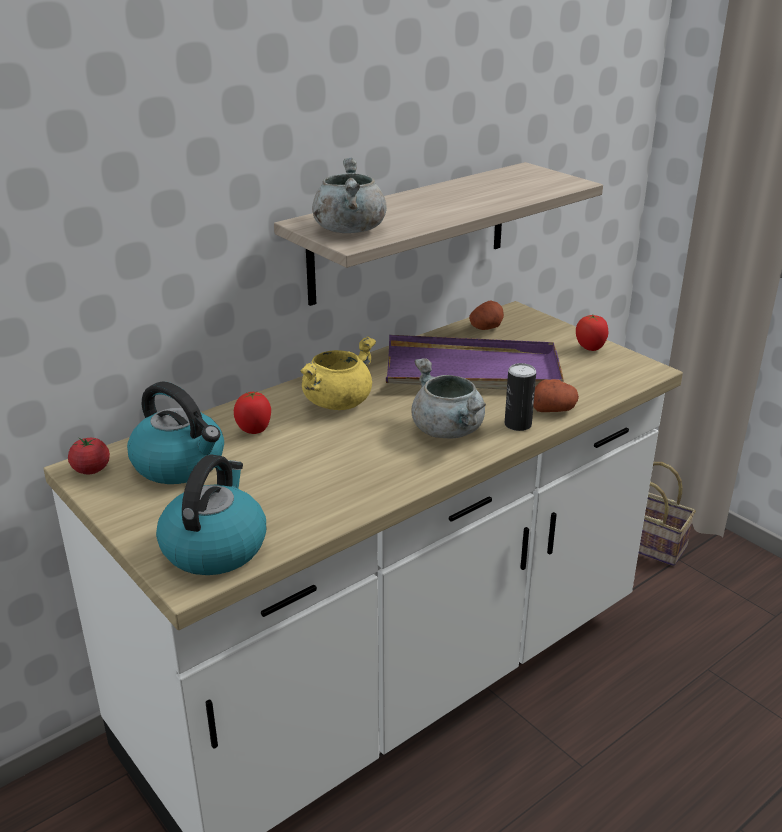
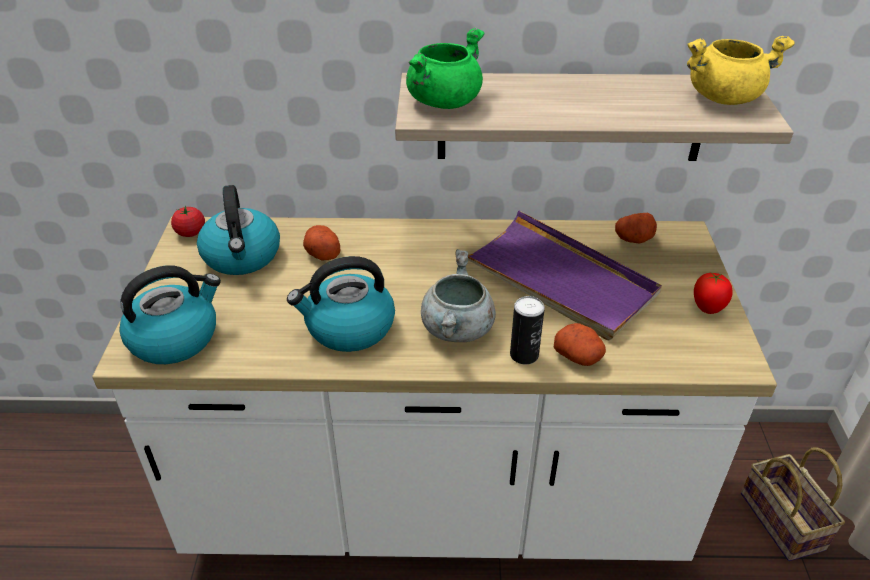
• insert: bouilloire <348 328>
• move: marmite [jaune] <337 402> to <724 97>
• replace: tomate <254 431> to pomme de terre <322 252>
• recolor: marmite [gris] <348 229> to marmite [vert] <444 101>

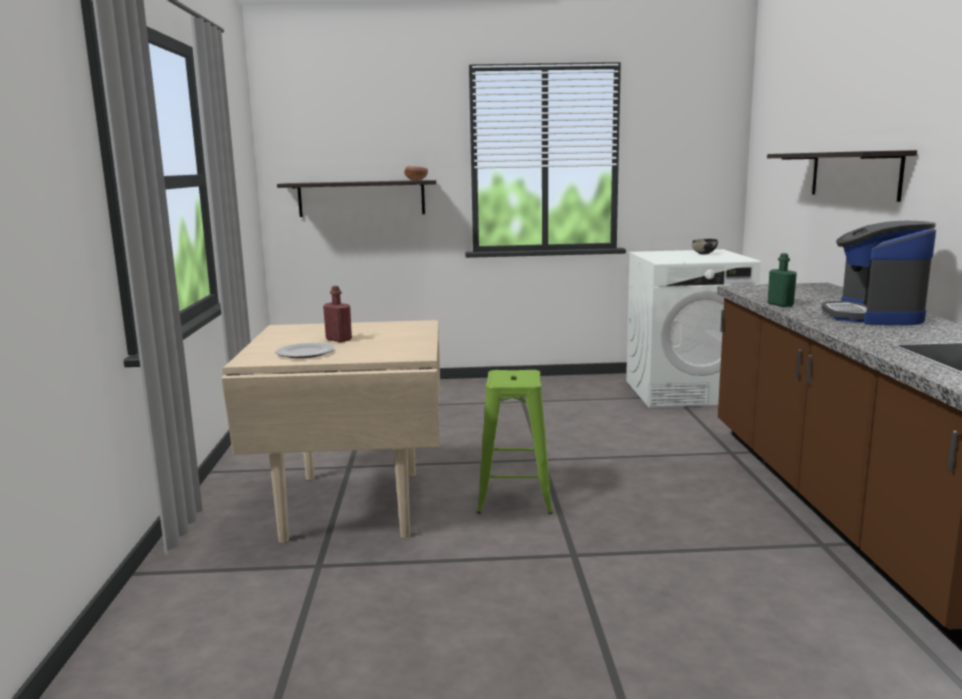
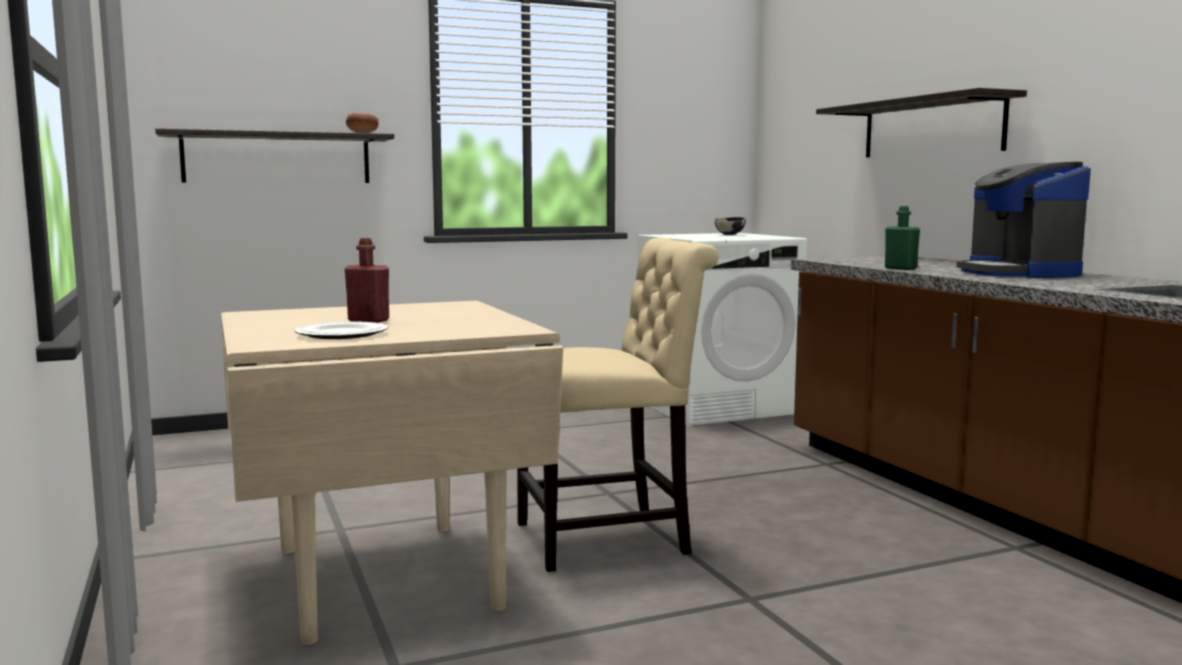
• replace: tabouret [vert] <515 496> to chaise [beige] <611 539>

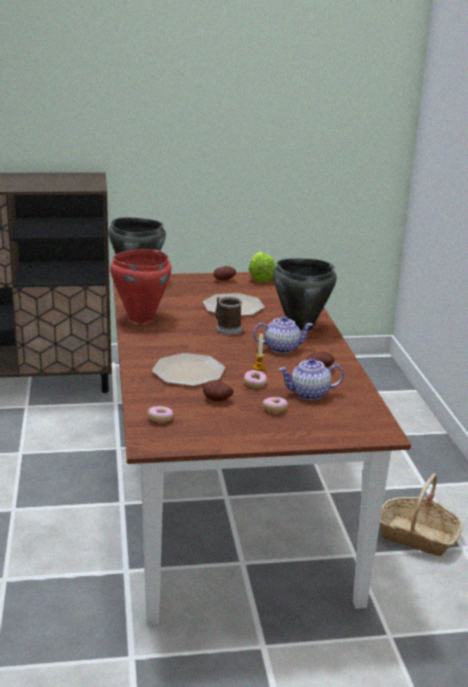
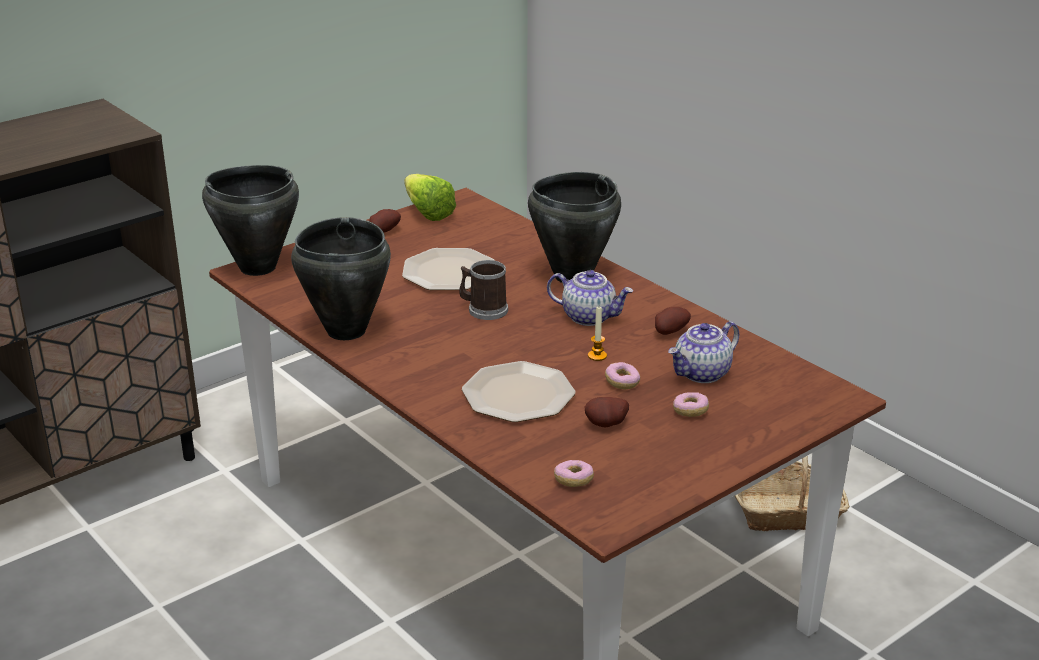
• recolor: marmite [rouge] <140 318> to marmite [noir] <345 331>
• rotate: théière <282 348> = <589 317> 60 degrees clockwise

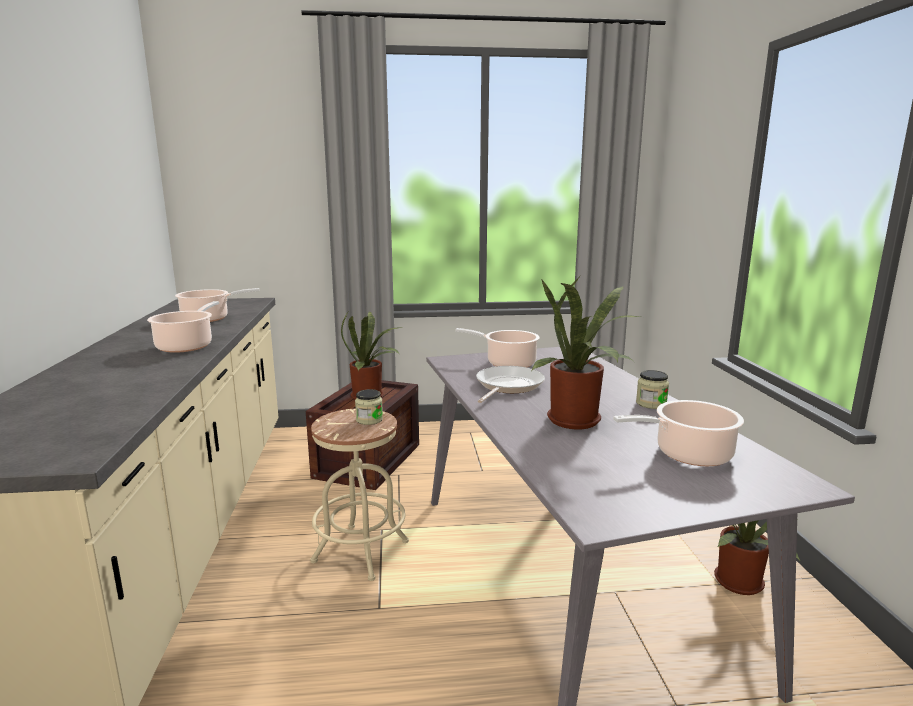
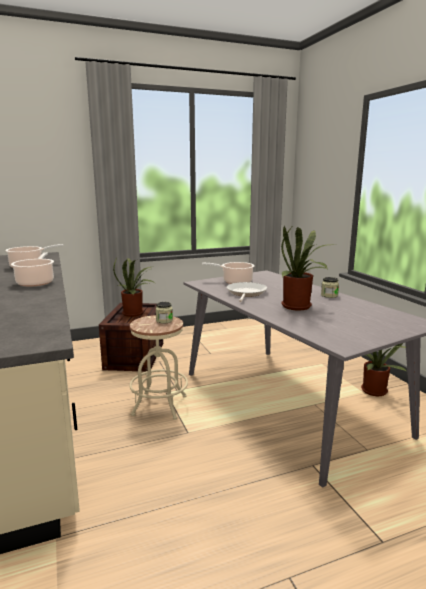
• delete: marmite <688 454>

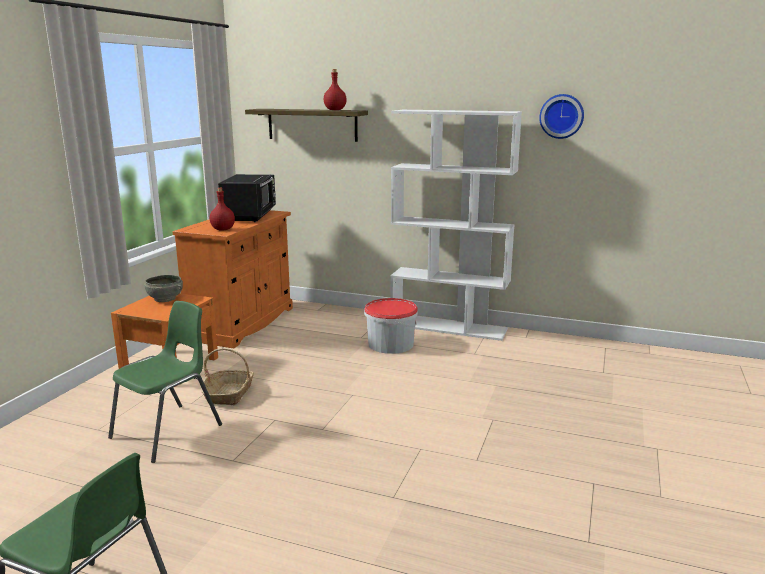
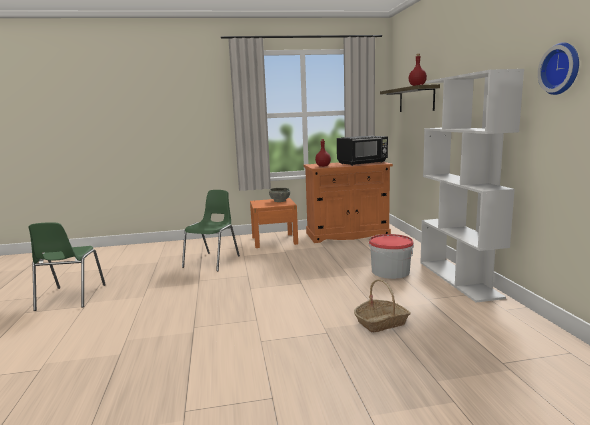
• move: panier <229 394> to <381 322>
• rotate: chaise [vert] <169 431> = <213 261> 75 degrees counterclockwise

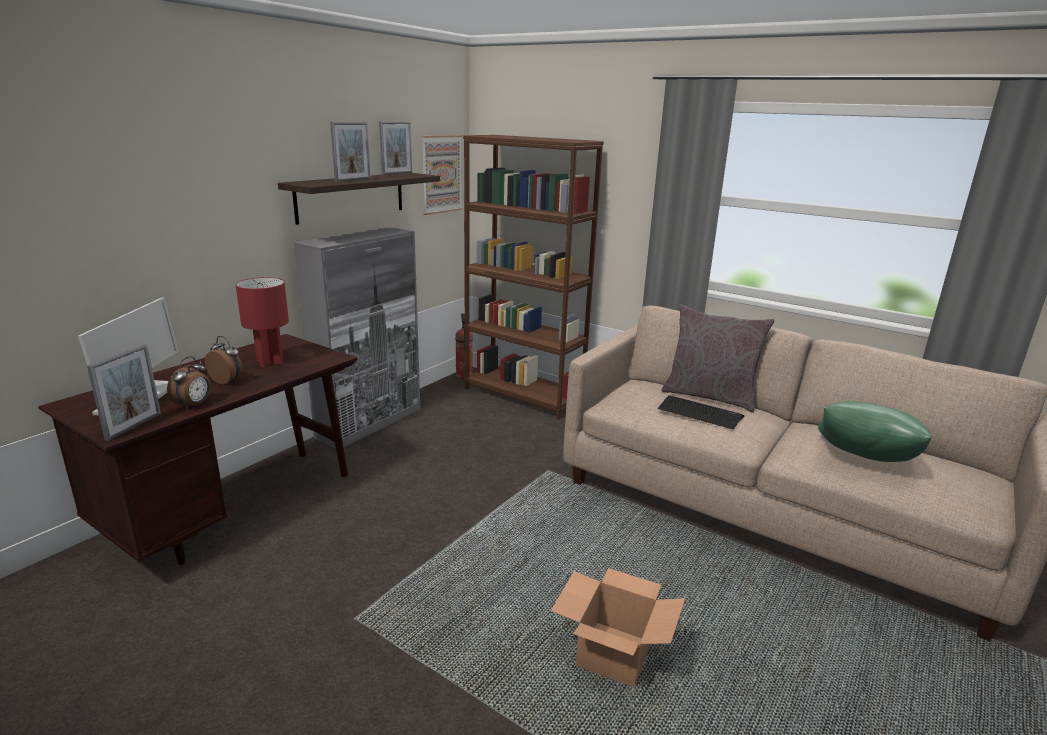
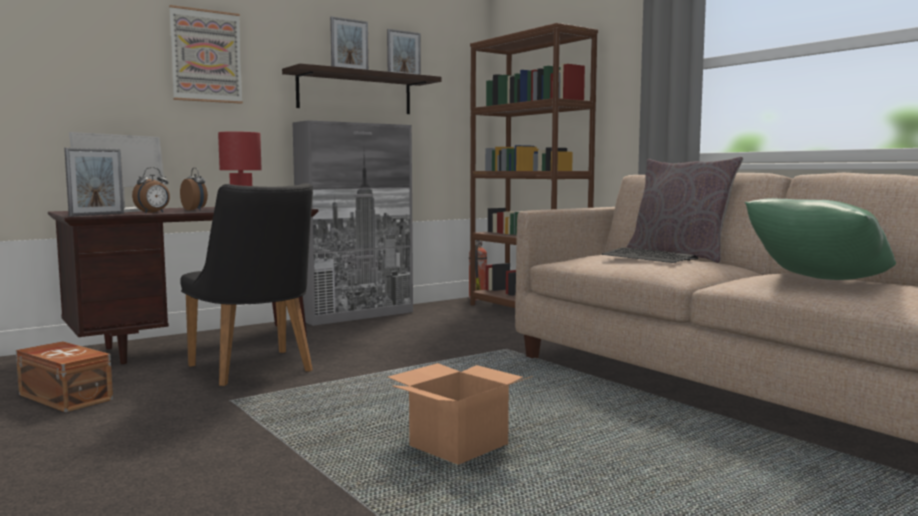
• insert: boîte de rangement [marron] <66 396>
• insert: chaise [noir] <256 370>
• move: tableau <441 174> to <206 56>

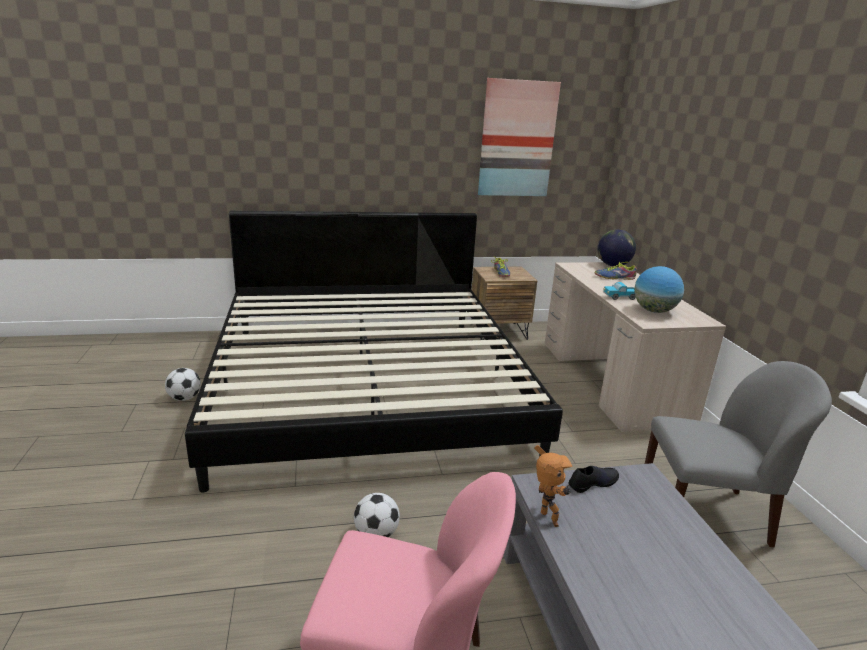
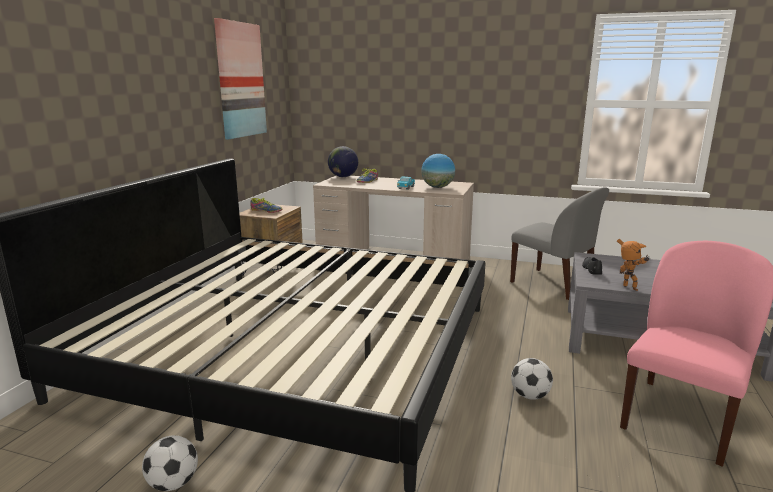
• rotate: robot jouet <546 520> = <628 288> 60 degrees clockwise
• rotate: chaise [gris] <706 514> = <553 285> 105 degrees clockwise

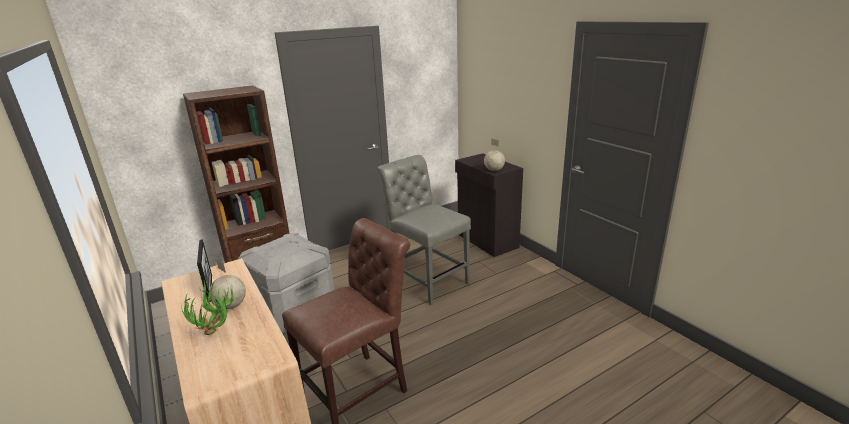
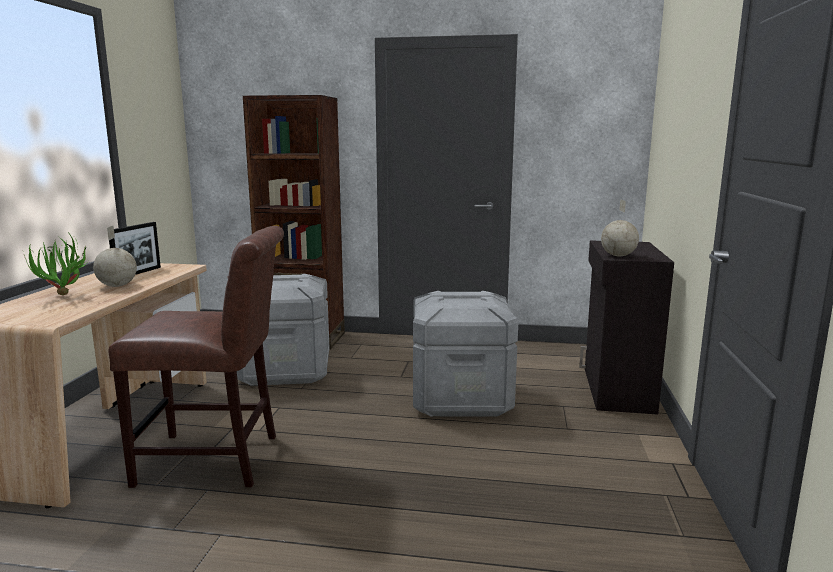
• replace: chaise [gris] <427 279> to boîte de rangement [gris] <461 398>

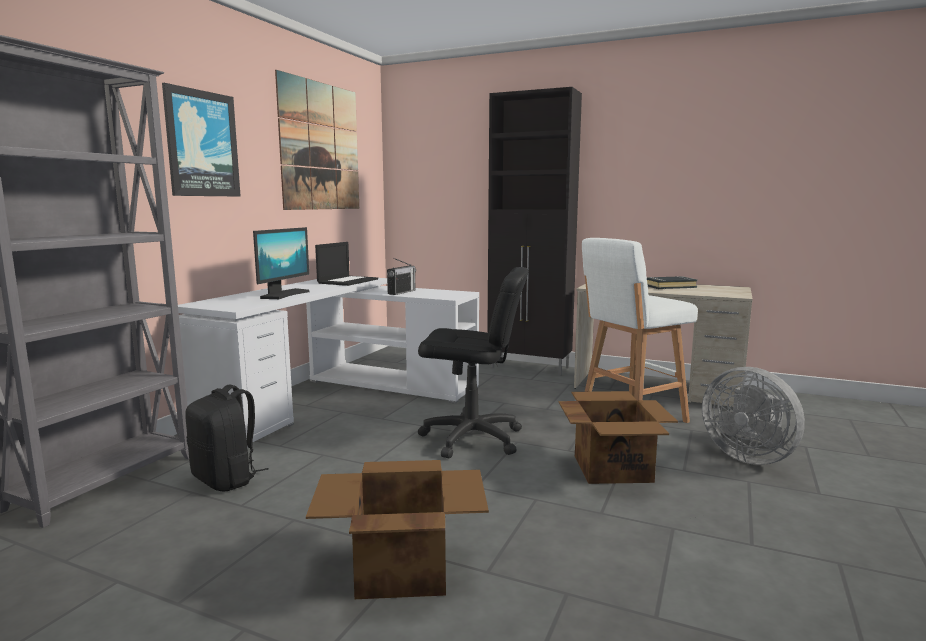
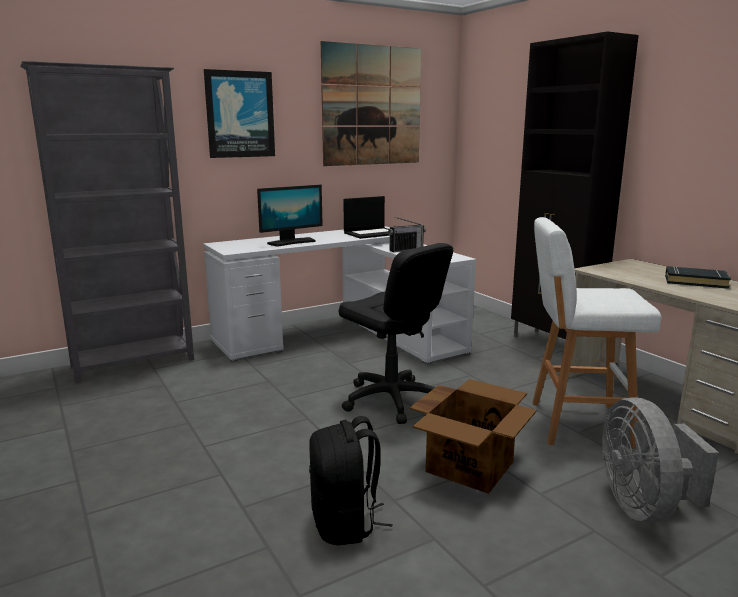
• delete: carton <400 568>
• move: sac à dos [noir] <227 479> to <345 524>

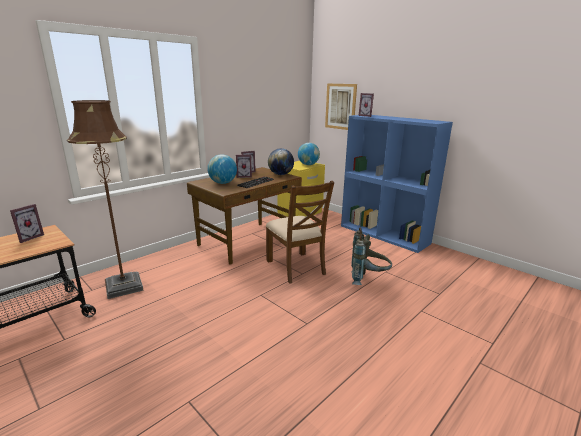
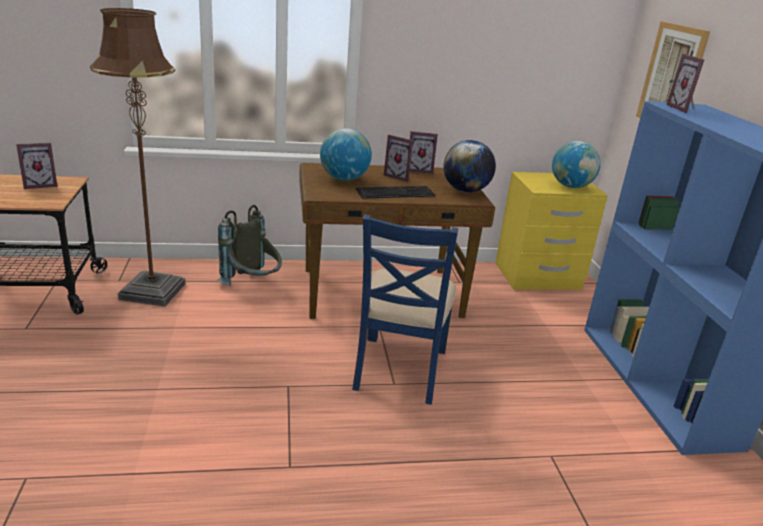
• move: sac à dos [gris] <368 279> to <253 286>
• recolor: chaise [marron] <296 267> to chaise [bleu] <399 369>

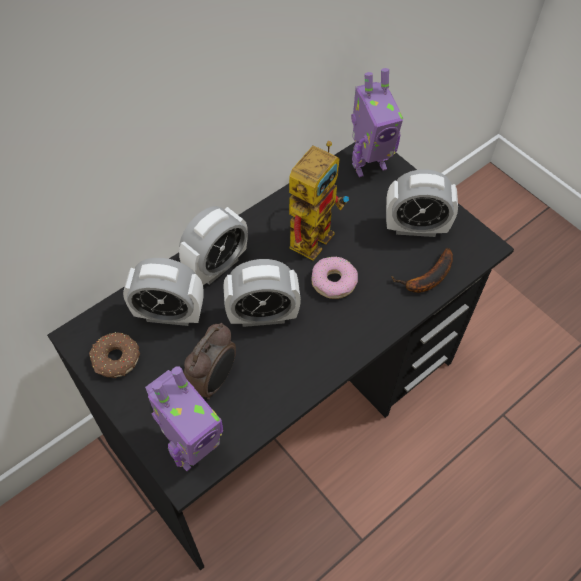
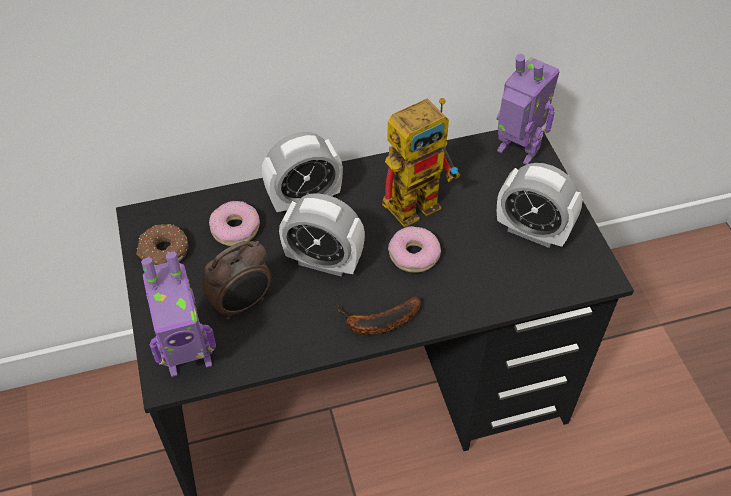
• move: banane <427 279> to <378 322>
• replace: réveil <169 314> to beignet <235 228>
• rotate: robot jouet <368 165> = <516 153> 150 degrees counterclockwise

